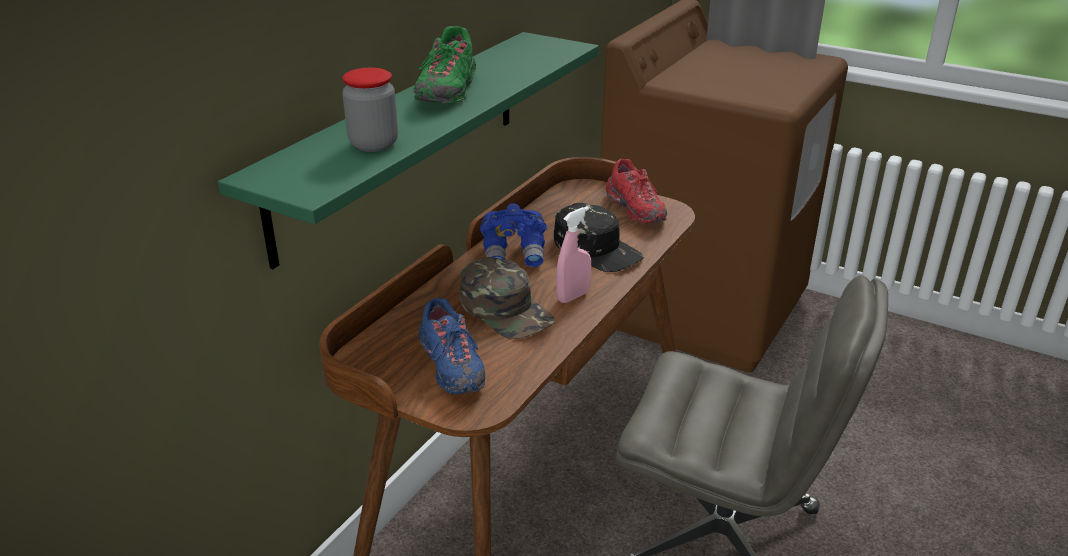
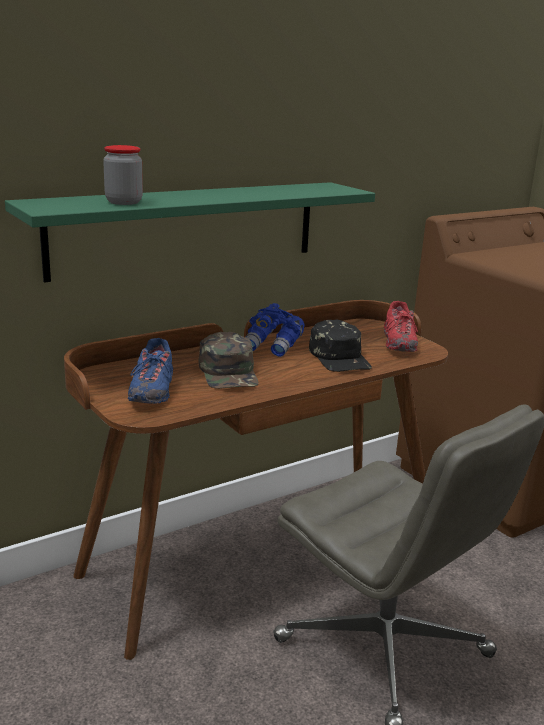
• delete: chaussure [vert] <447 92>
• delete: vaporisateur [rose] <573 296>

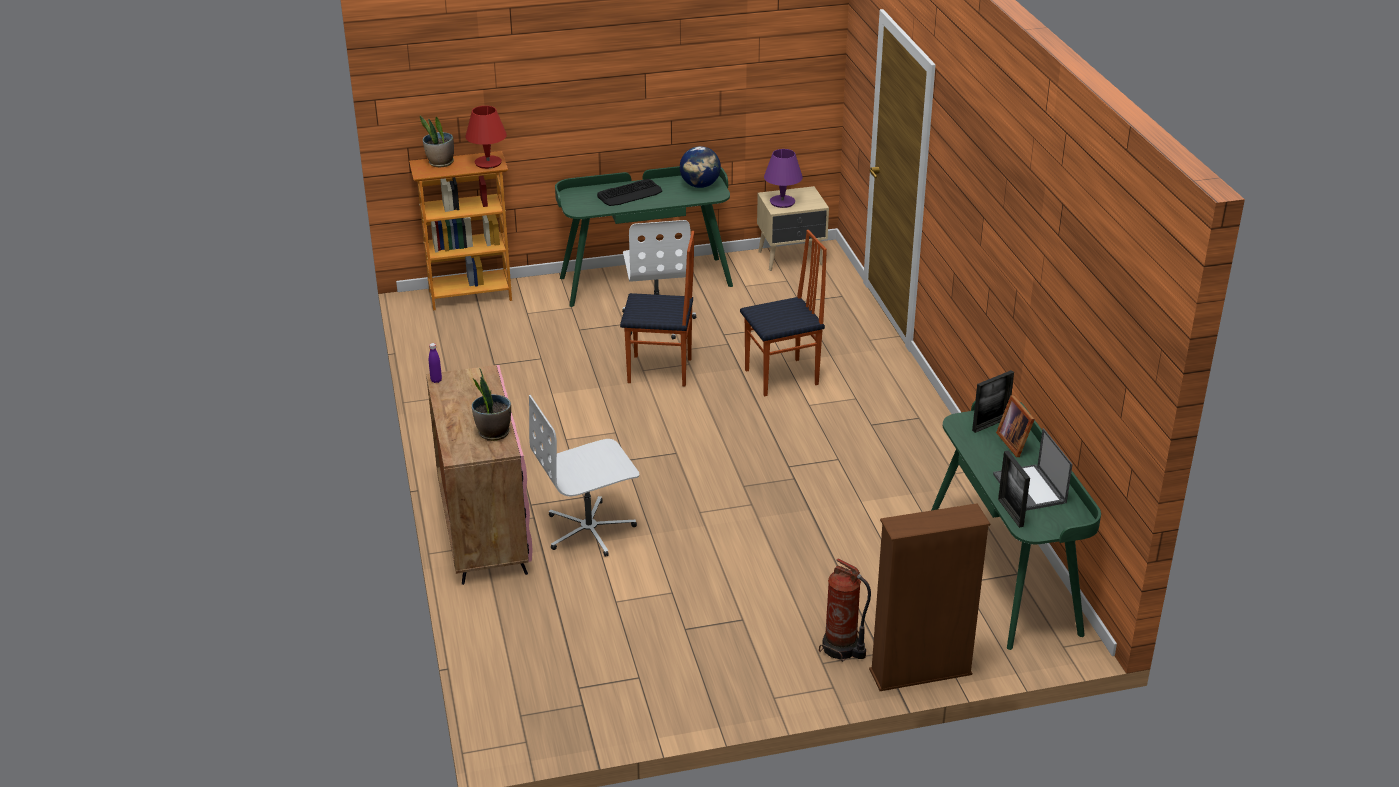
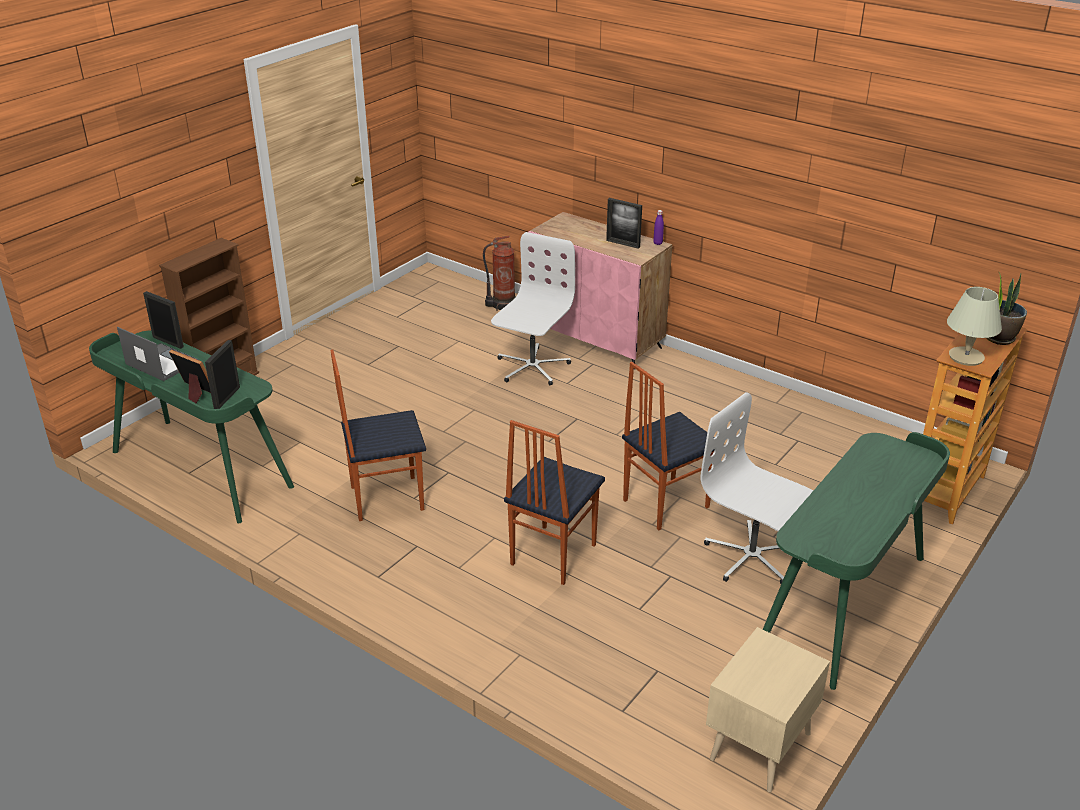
• delete: plante en pot <493 433>
• delete: clavier <630 194>
• delete: globe <700 185>
• delete: lampe de table [violet] <782 202>
• insert: chaise <386 497>
• insert: cadre photo <623 244>
• move: extincteur <842 649> to <502 304>
• recolor: lampe de table [rouge] <488 163> to lampe de table [beige] <966 357>

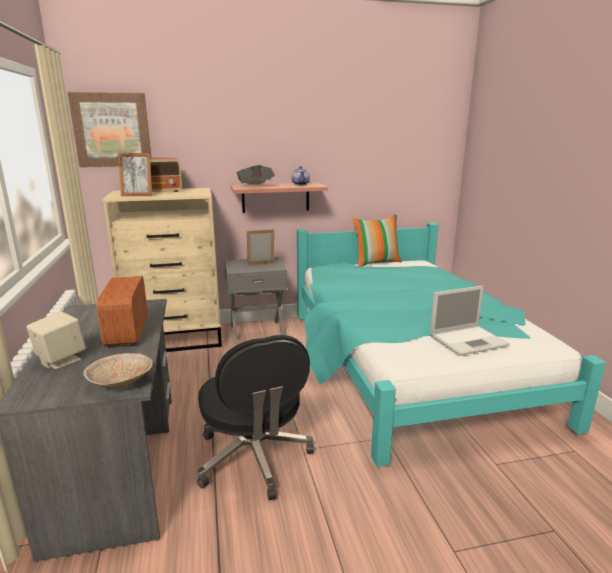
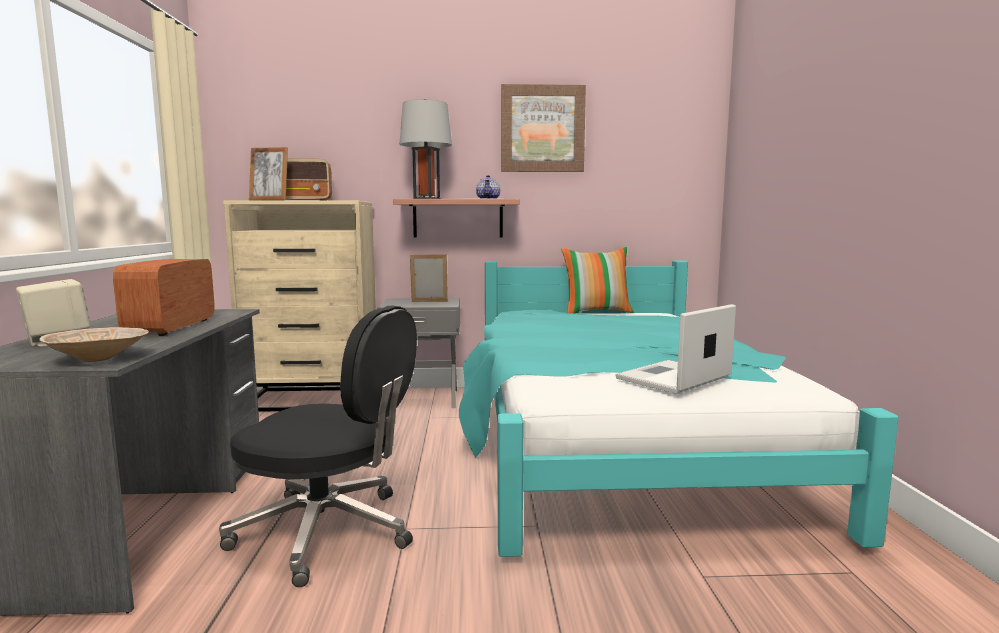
• move: tableau <112 130> to <542 129>
• replace: journal <256 186> to lampe de table [gris] <426 198>
• rotate: chaise de bureau [noir] <254 458> = <328 532> 60 degrees counterclockwise
• rotate: ordinateur portable <469 340> = <672 378> 150 degrees clockwise

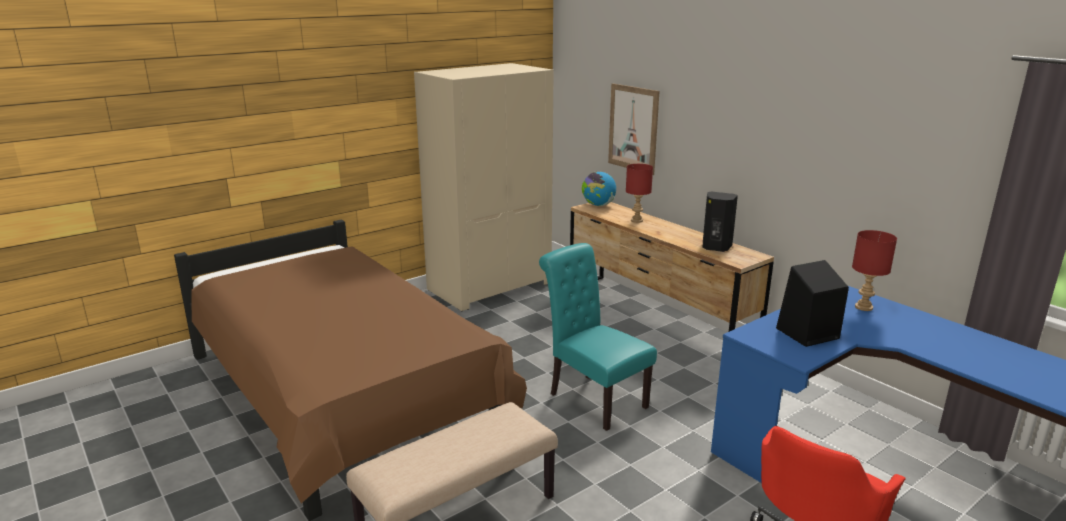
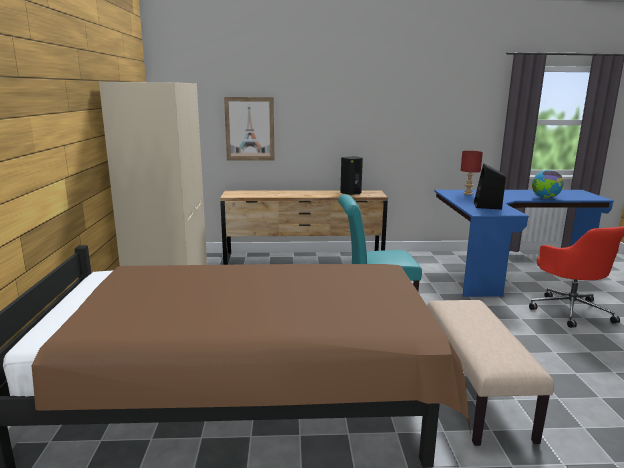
• delete: lampe de table [rouge] <636 220>
• move: globe <598 205> to <545 198>

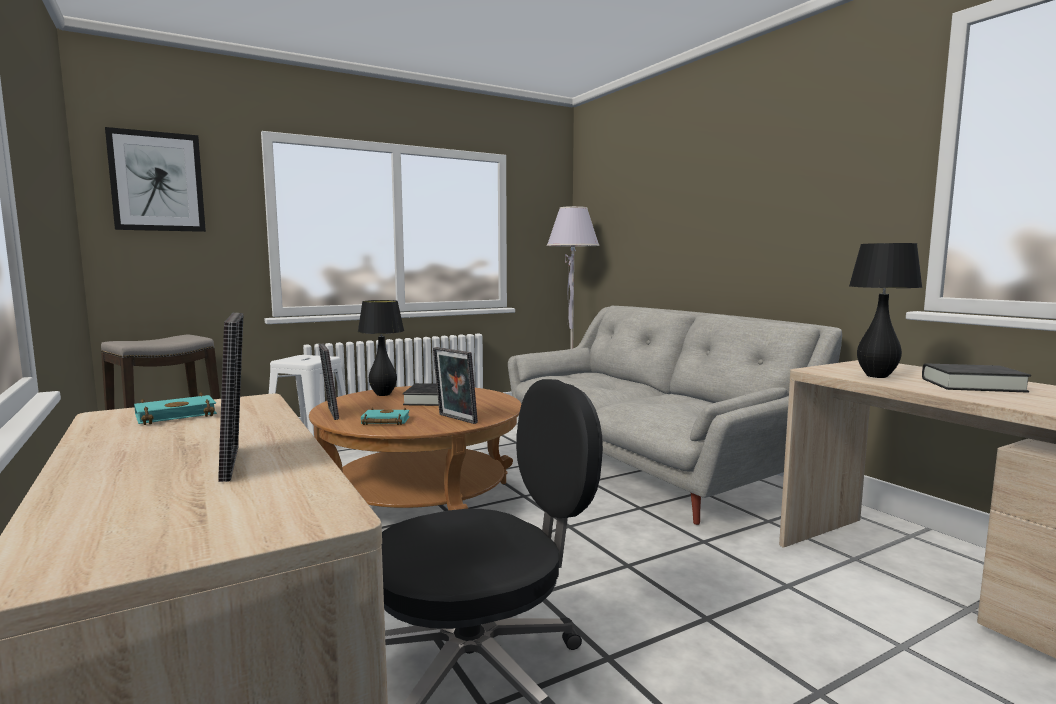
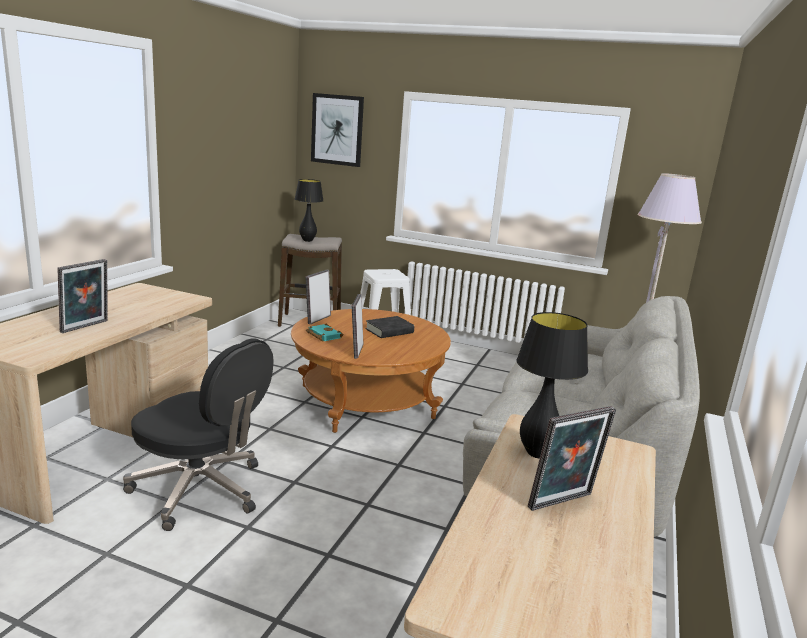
• delete: livre [turquoise] <178 415>
• move: lampe de table [noir] <383 394> to <307 240>
• replace: livre [noir] <972 385> to cadre photo <563 503>

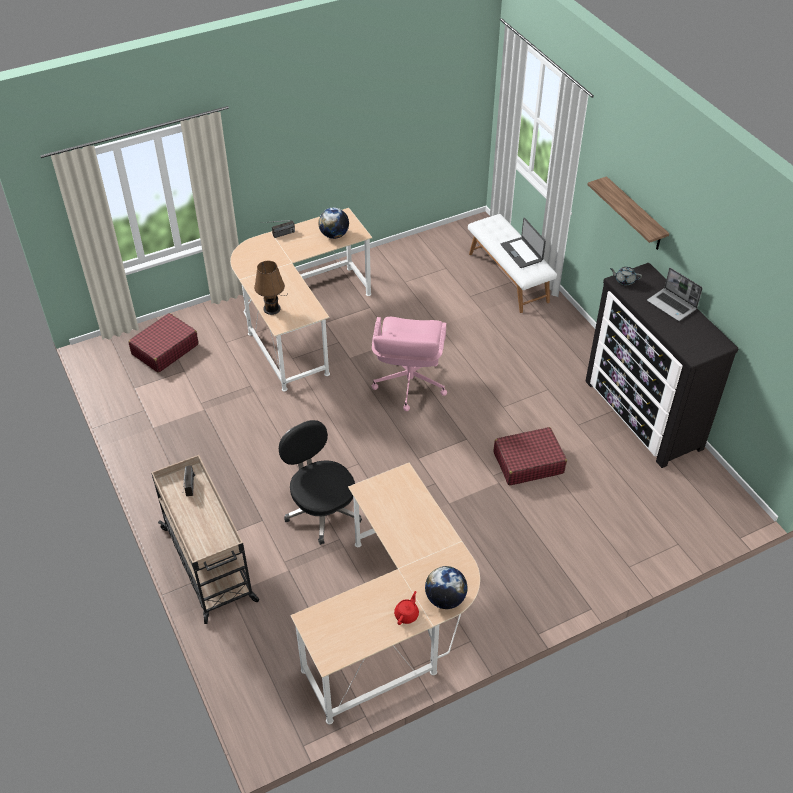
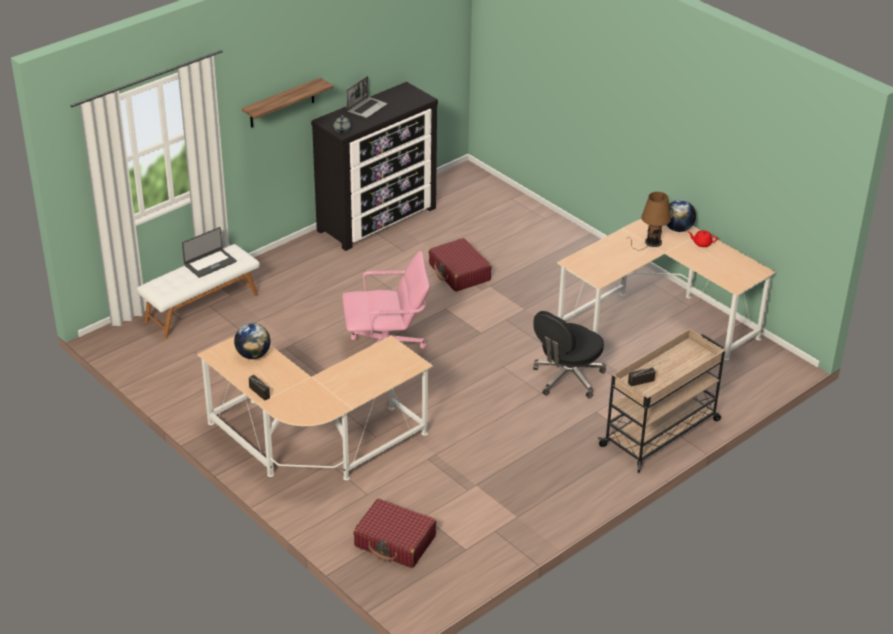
• move: lampe de table [marron] <272 307> to <651 242>

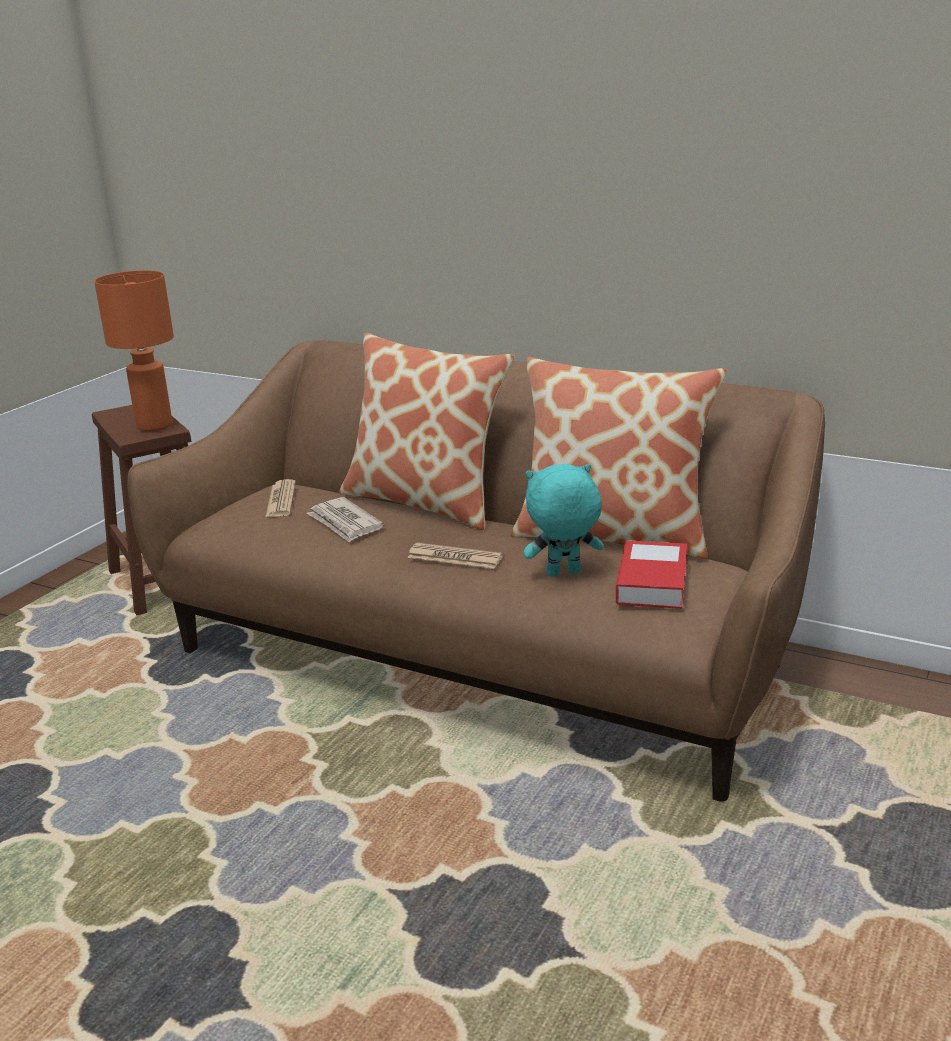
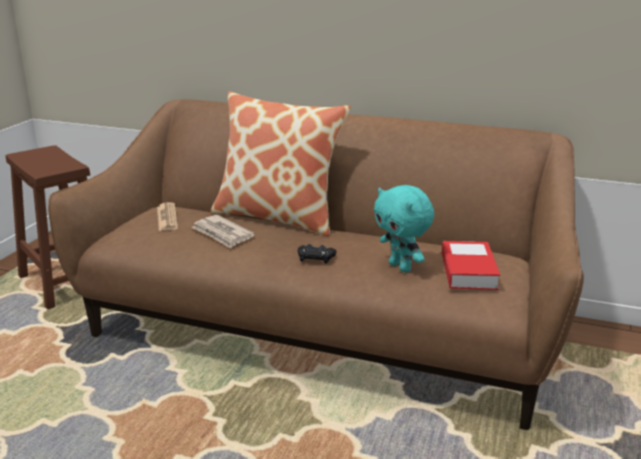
• delete: lampe de table [orange] <155 425>
• delete: coussin <614 535>
• replace: journal <455 557> to manette [noir] <316 257>
• rotate: peluche [turquoise] <563 574> = <401 267> 105 degrees counterclockwise

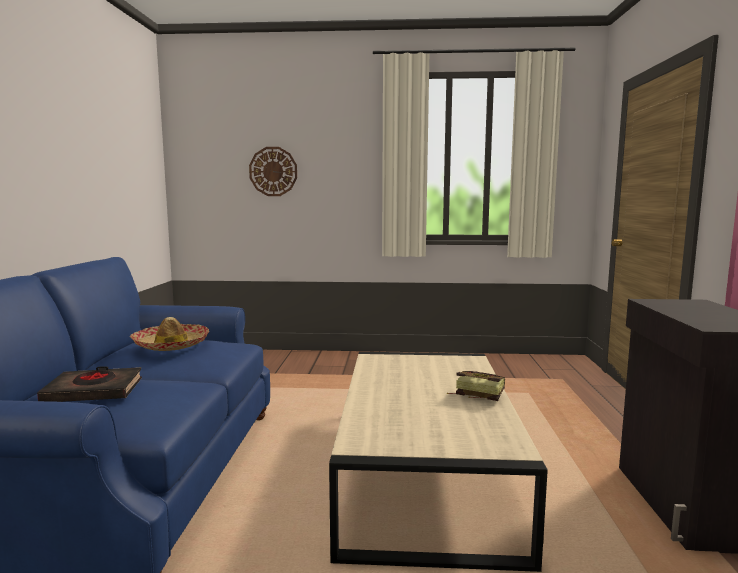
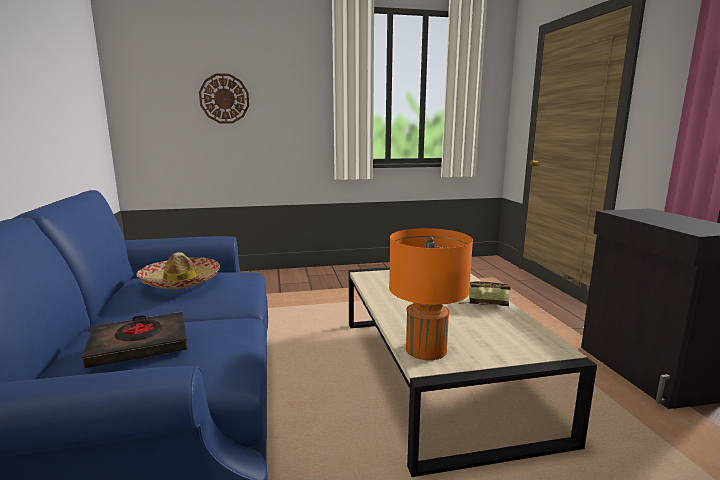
• insert: lampe de table [orange] <426 349>

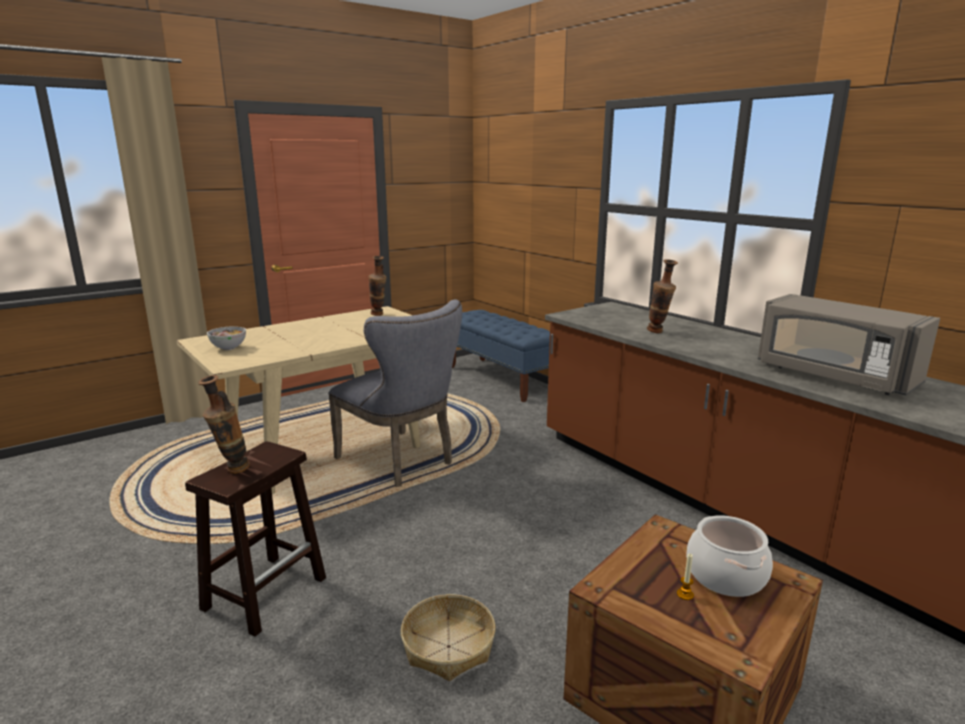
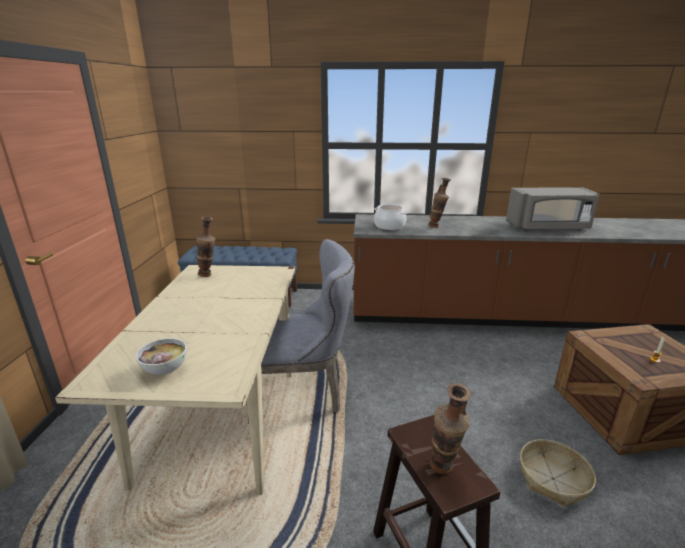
• move: marmite <726 576> to <390 226>

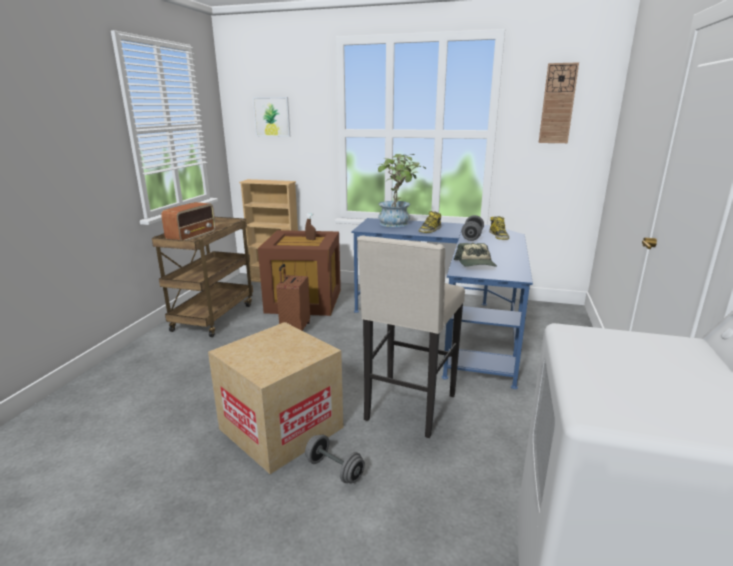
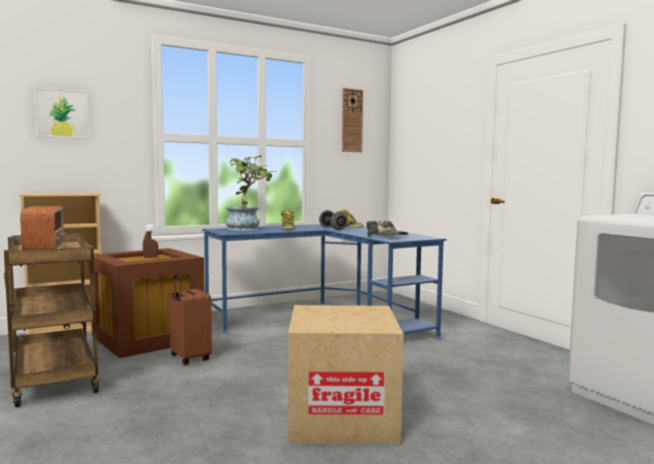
• delete: haltère [gris] <334 470>
• delete: tabouret [beige] <408 408>

